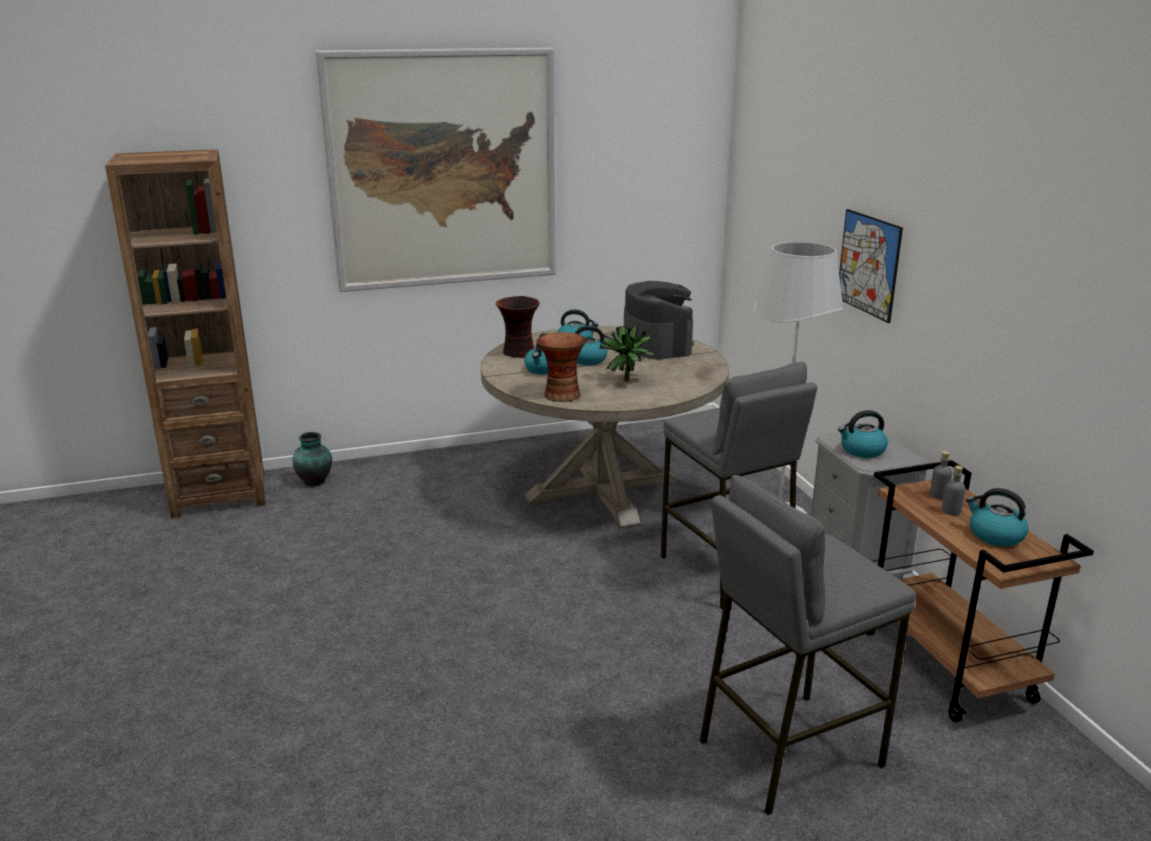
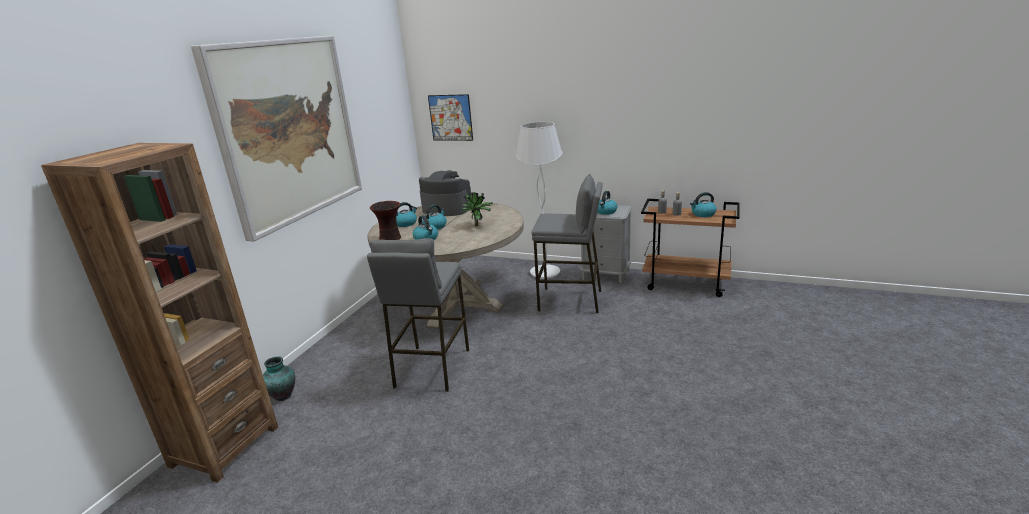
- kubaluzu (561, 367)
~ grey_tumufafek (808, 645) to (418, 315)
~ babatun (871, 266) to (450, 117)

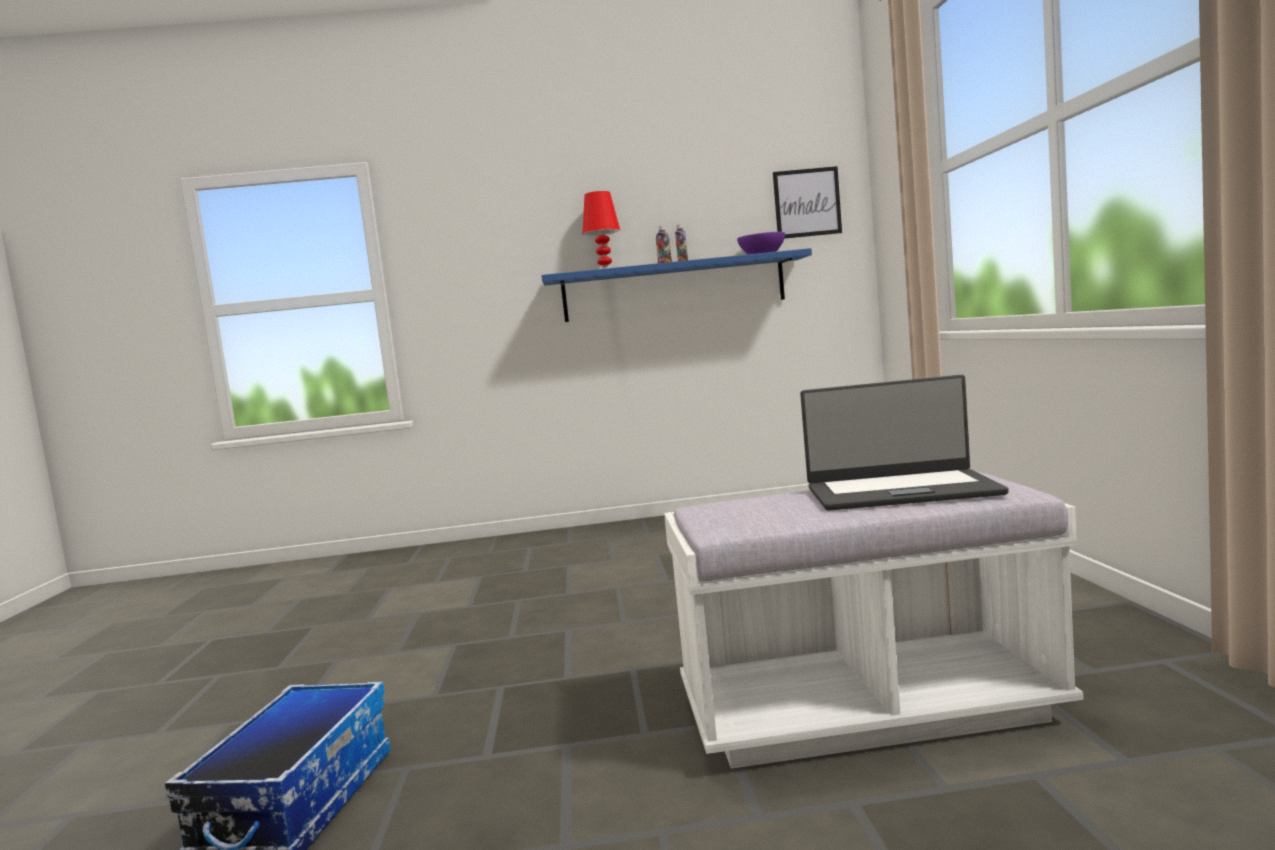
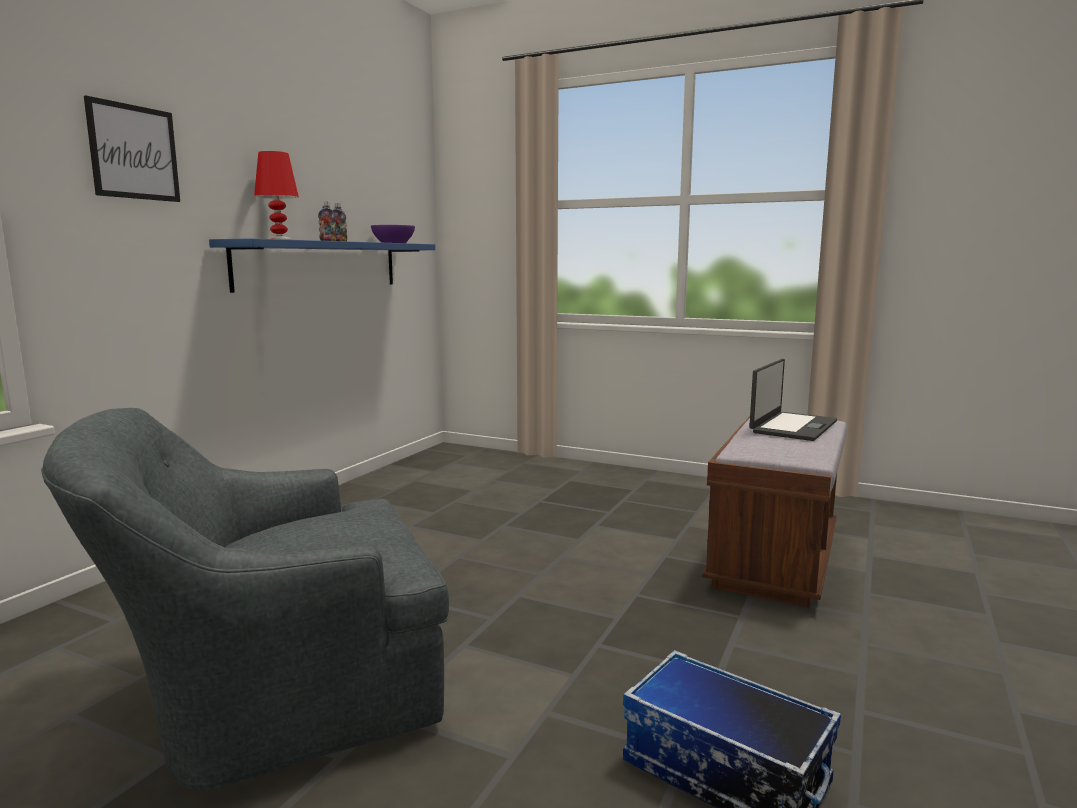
~ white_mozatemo (874, 620) to brown_mozatemo (774, 512)
~ babatun (807, 202) to (132, 148)
+ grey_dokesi (245, 599)

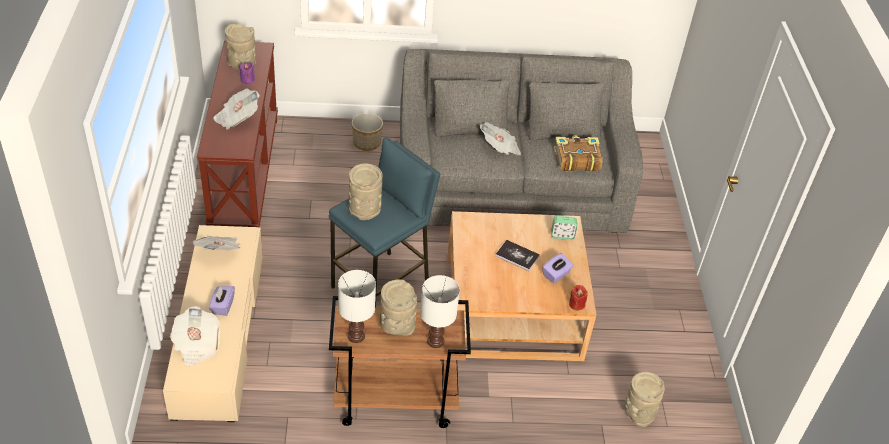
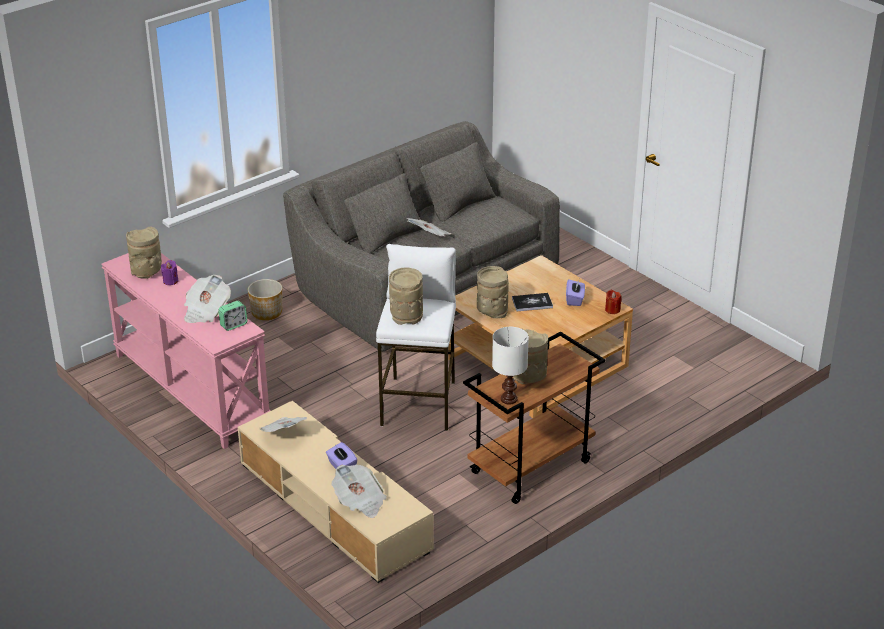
~ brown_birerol (237, 134) to pink_birerol (186, 351)
~ blue_tumufafek (384, 222) to white_tumufafek (416, 337)
- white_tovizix (440, 311)
~ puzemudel (564, 228) to (232, 316)
- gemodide (578, 153)
~ beige_kubaluzu (644, 399) to (493, 292)

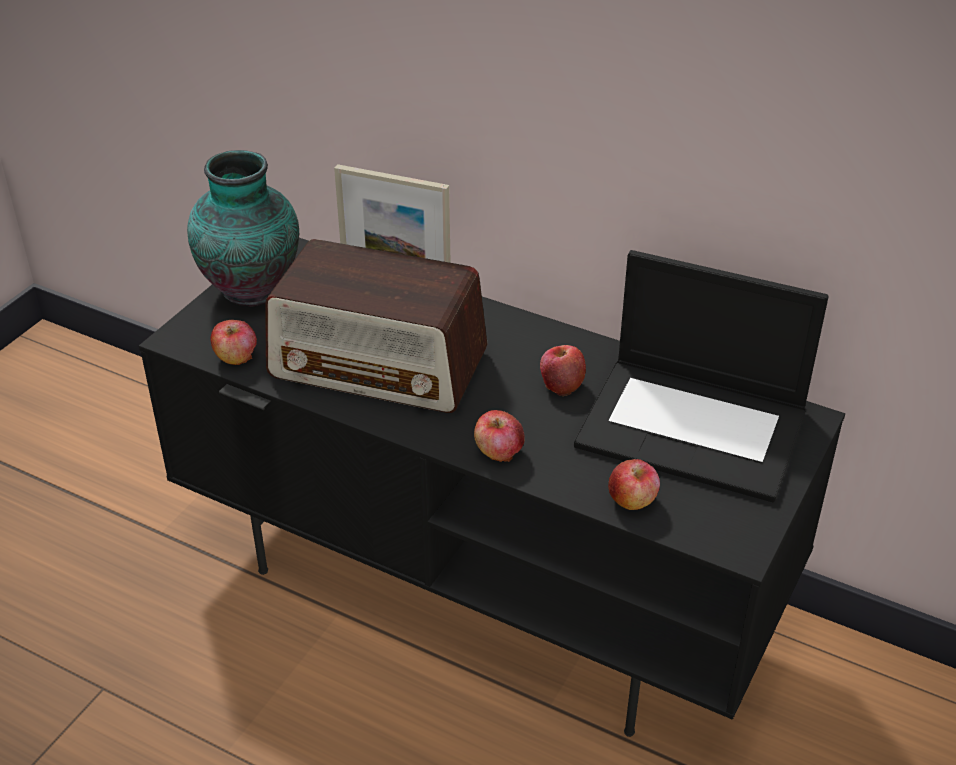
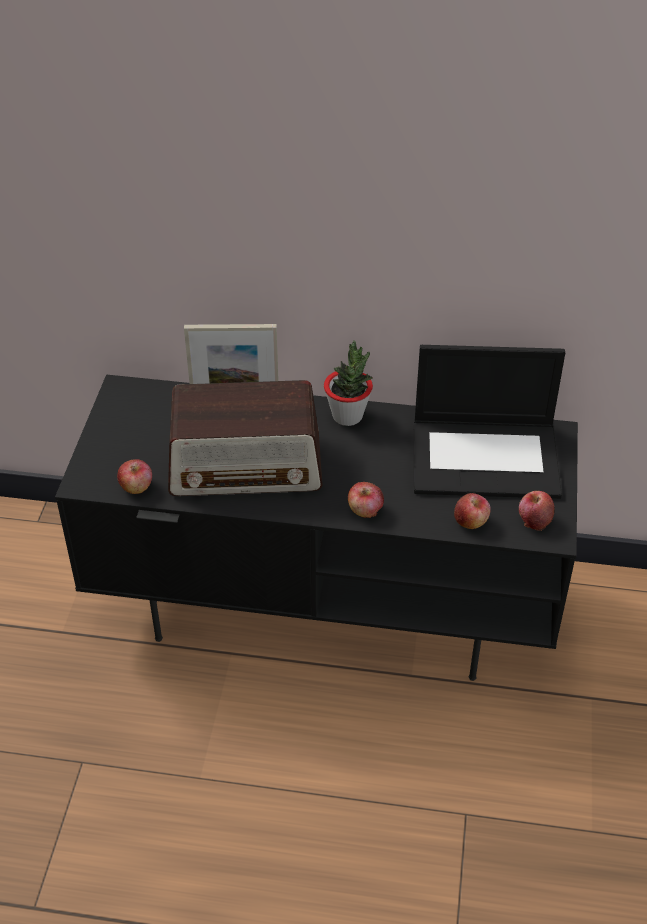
- kubaluzu (243, 228)
~ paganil (563, 370) to (536, 511)
+ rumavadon (348, 383)

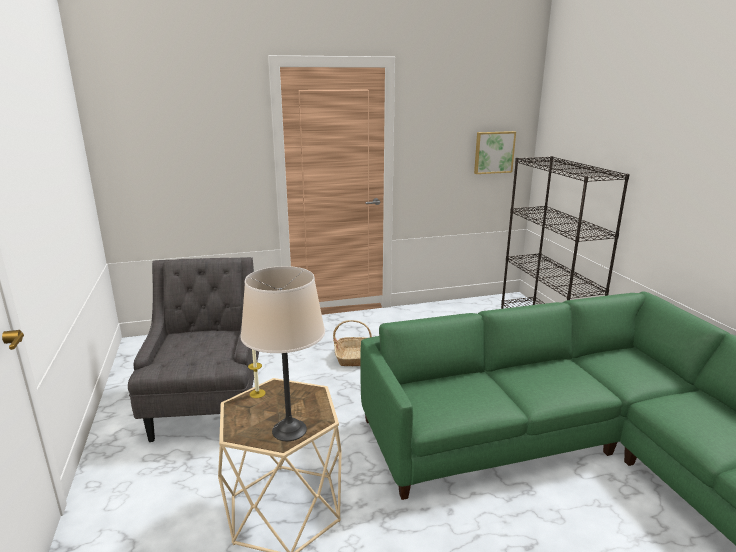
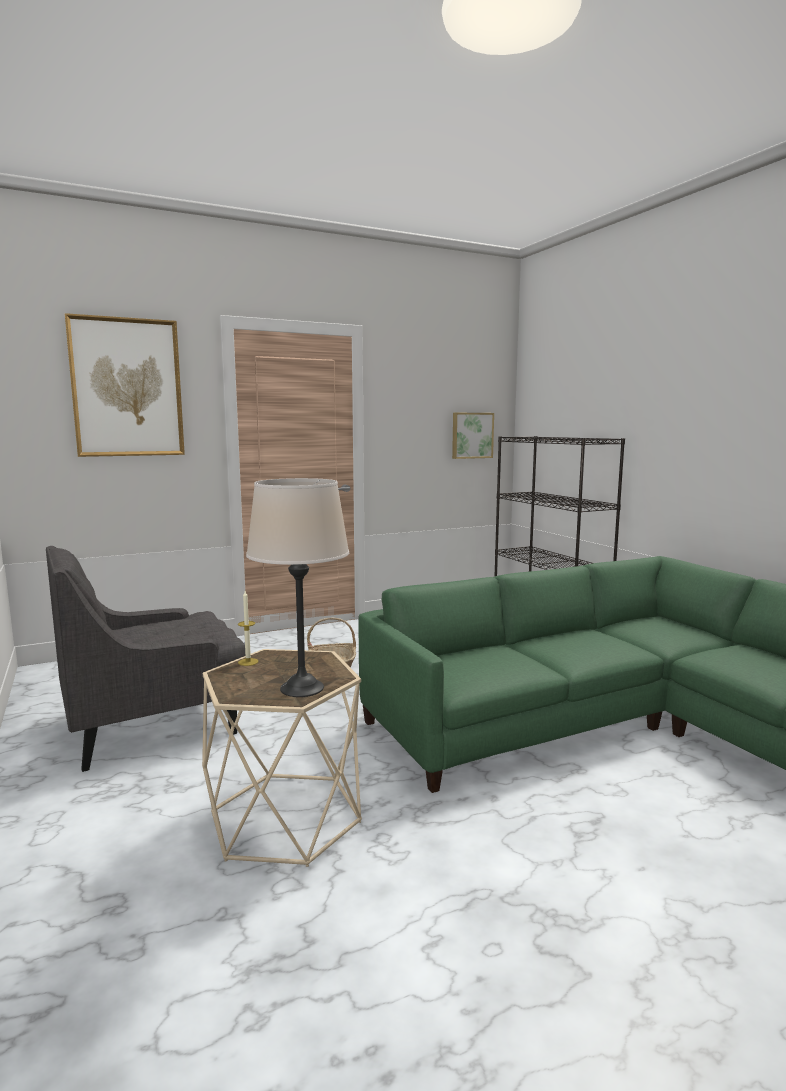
~ grey_dokesi (193, 349) = (145, 659) 105 degrees counterclockwise
+ babatun (125, 385)

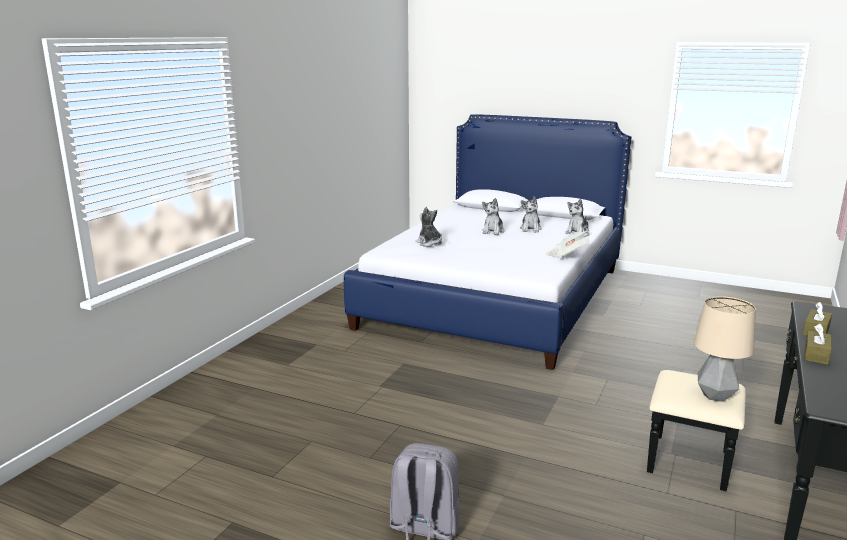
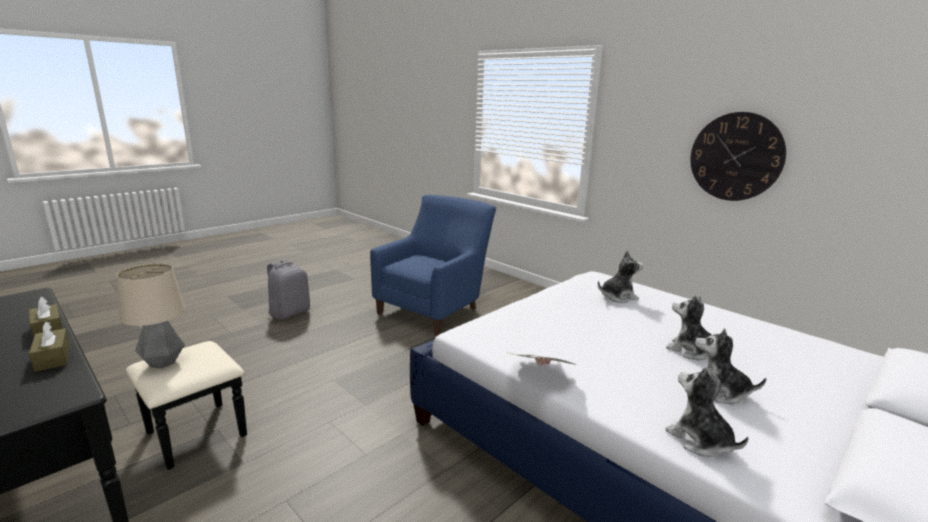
+ blue_dokesi (433, 265)
+ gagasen (738, 156)

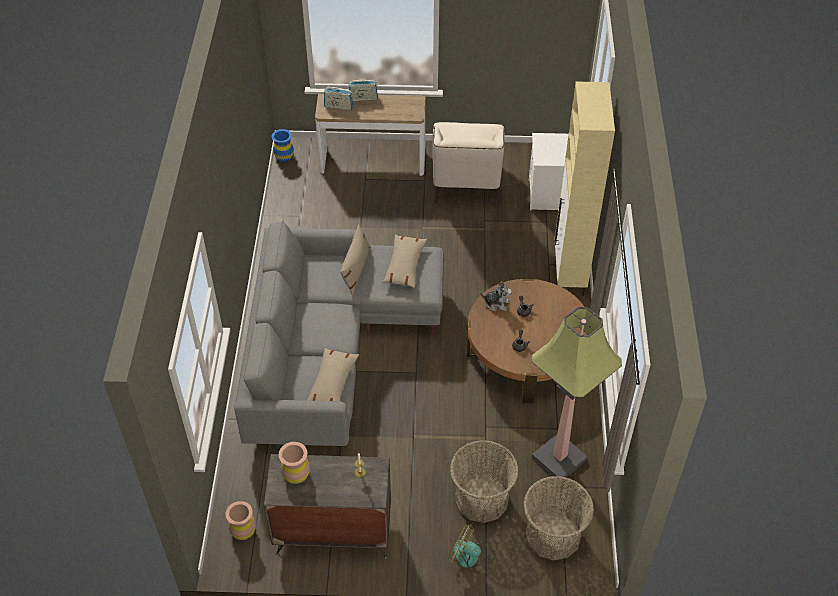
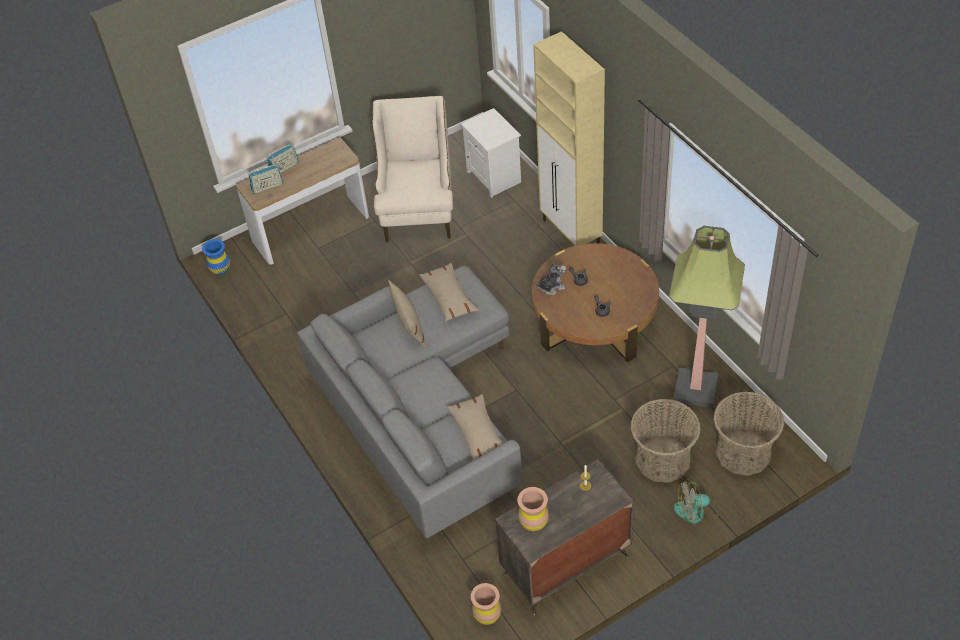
~ beige_dokesi (468, 163) = (412, 169) 150 degrees counterclockwise

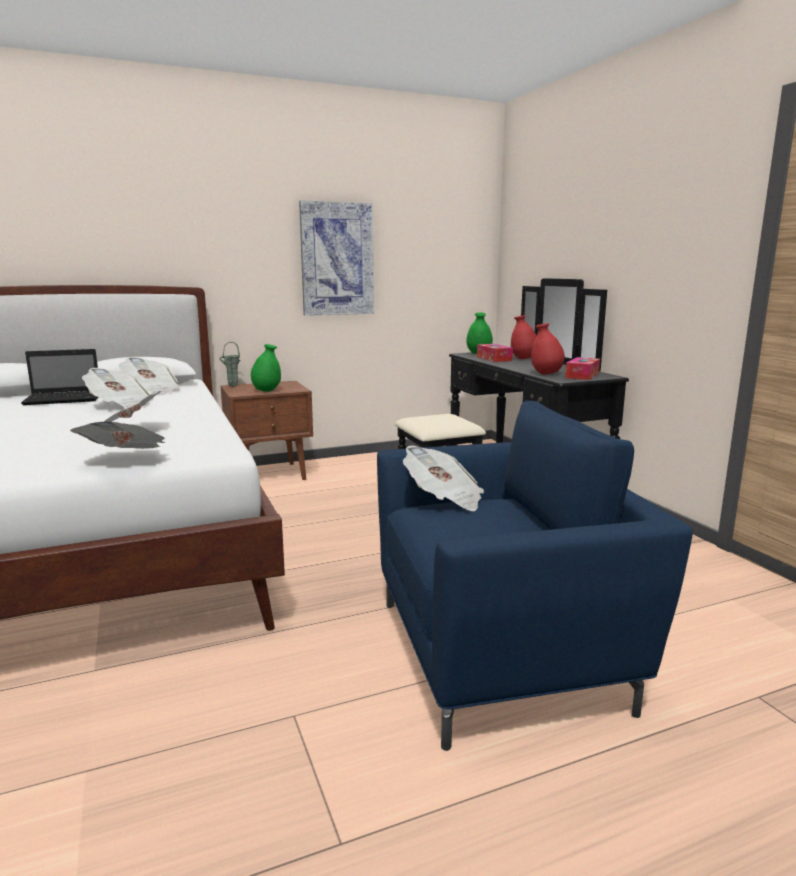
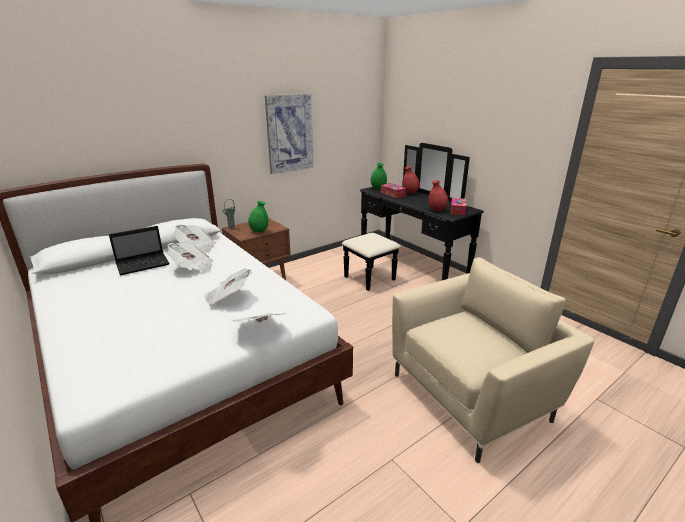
~ blue_dokesi (535, 576) to beige_dokesi (493, 360)
- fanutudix (443, 478)

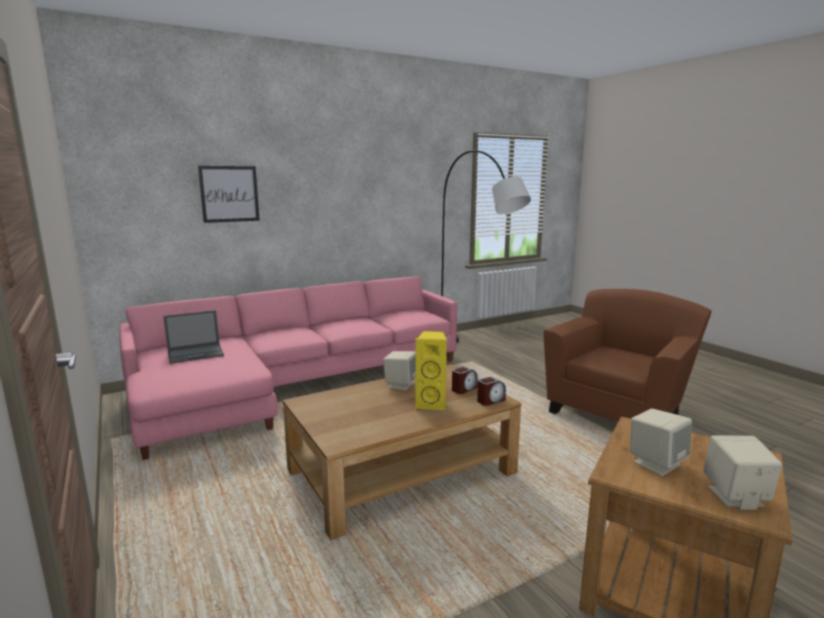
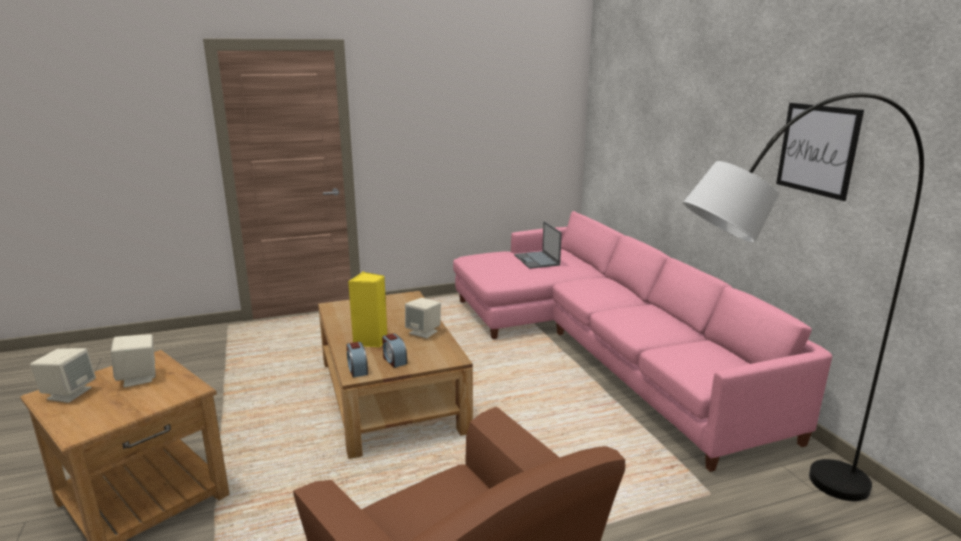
~ babatun (229, 194) to (820, 152)

